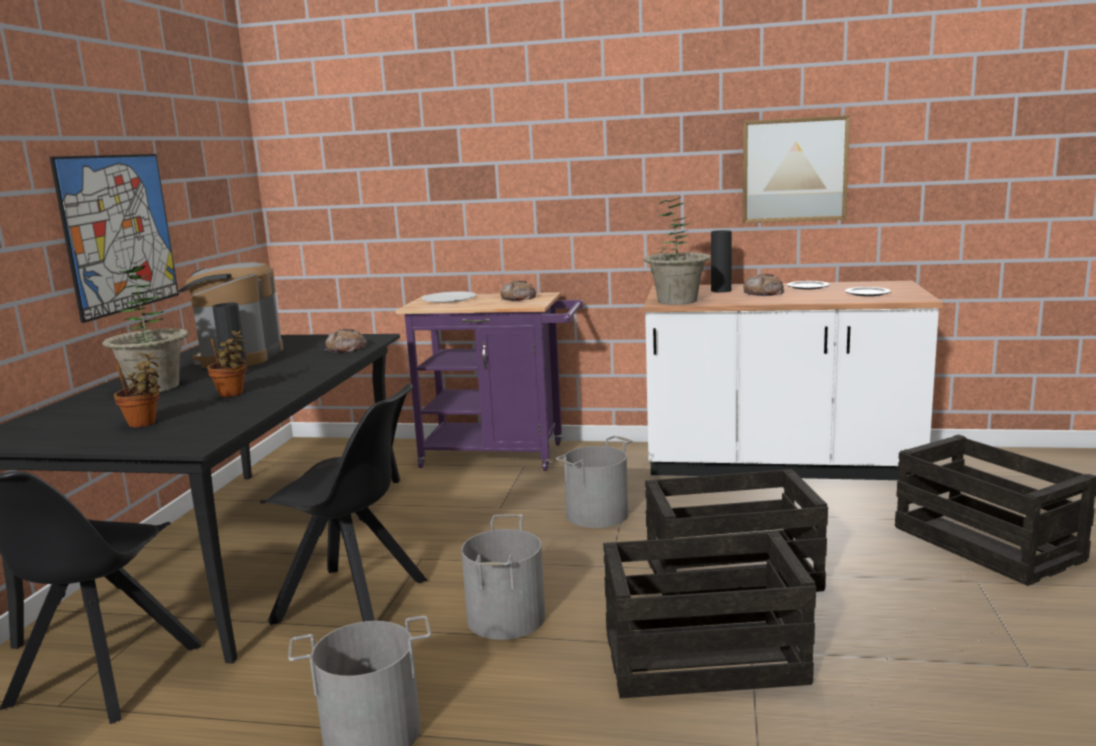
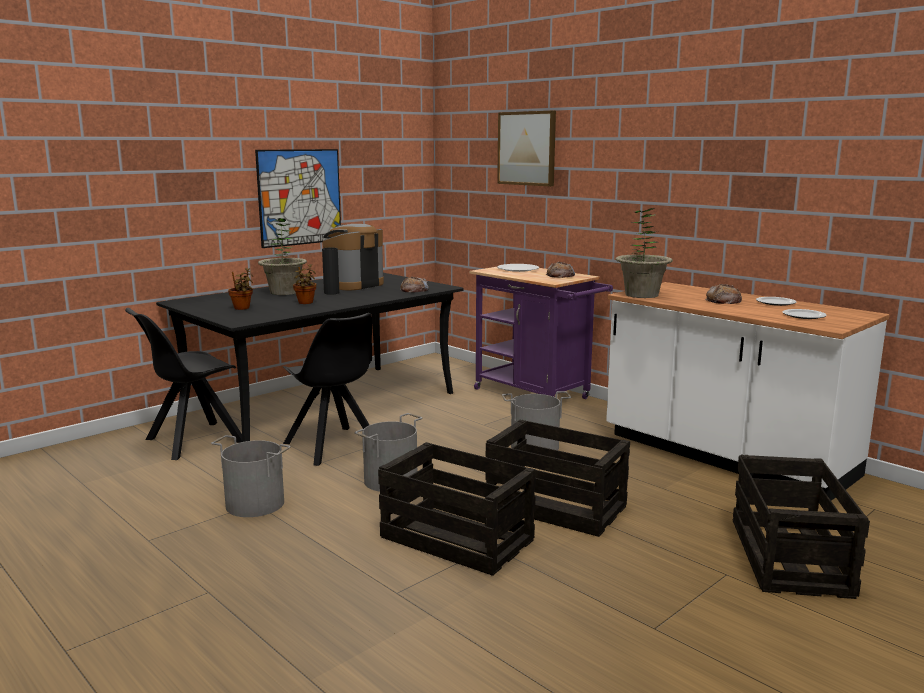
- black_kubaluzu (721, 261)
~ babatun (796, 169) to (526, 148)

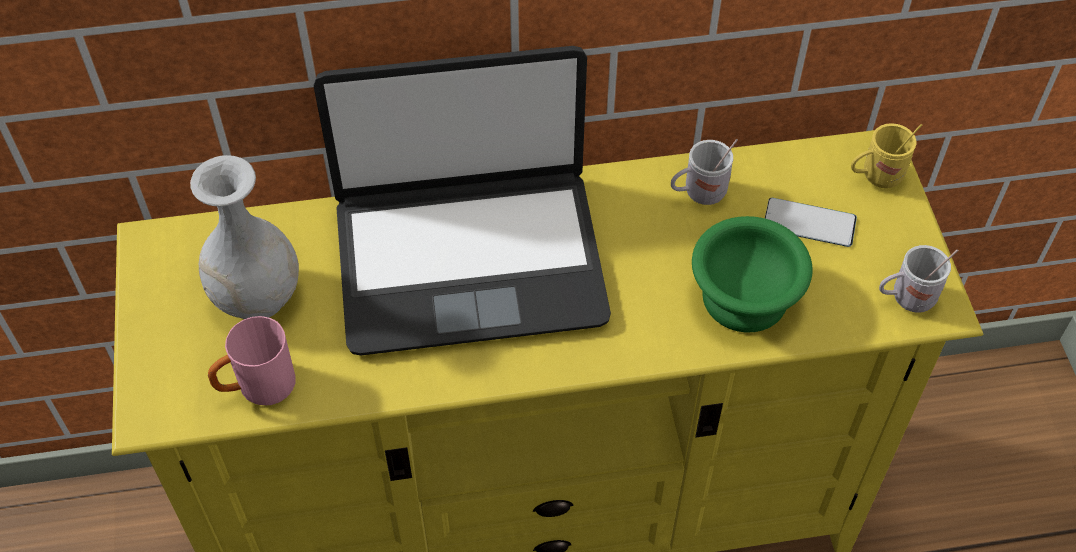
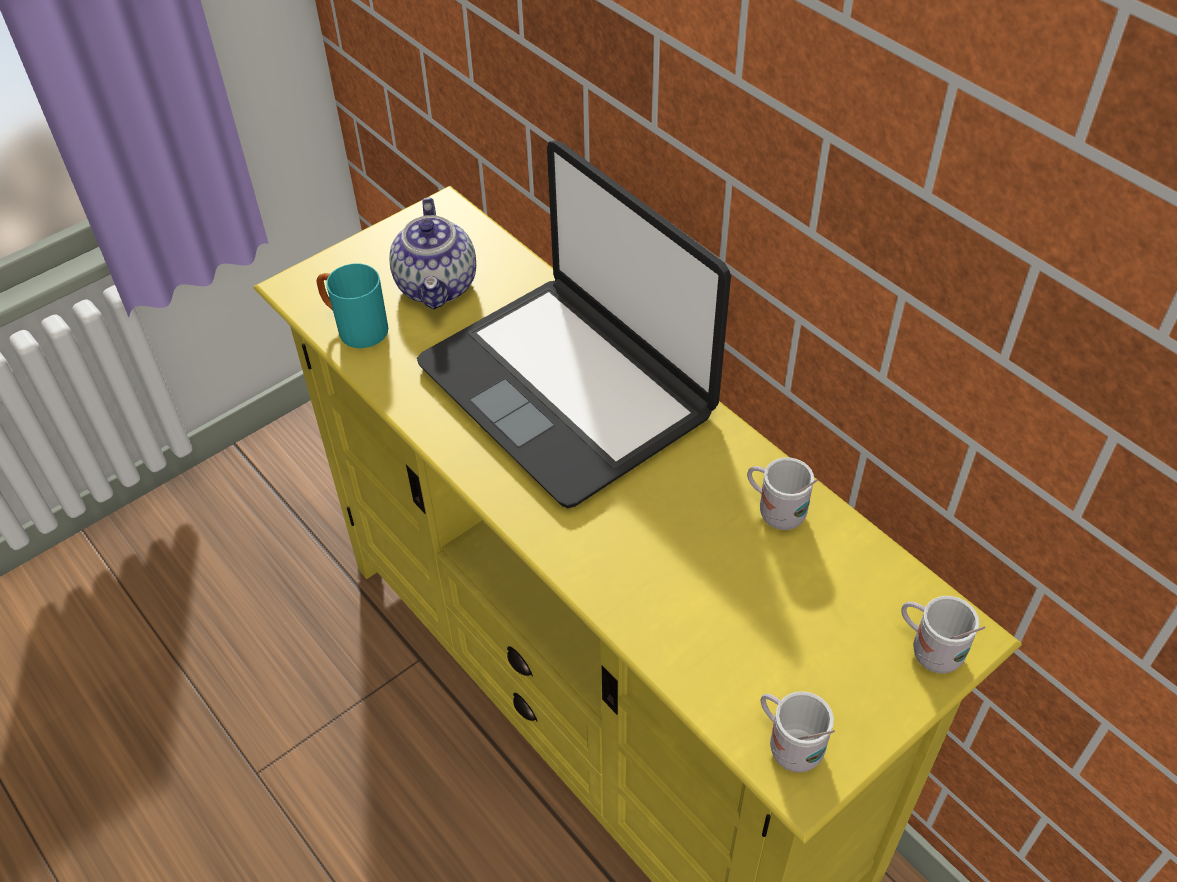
~ white_kubaluzu (244, 237) to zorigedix (432, 253)
~ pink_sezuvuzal (252, 360) to turquoise_sezuvuzal (352, 305)
- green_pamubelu (752, 274)
- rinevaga (811, 222)
~ yellow_sezuvuzal (886, 155) to white_sezuvuzal (943, 635)

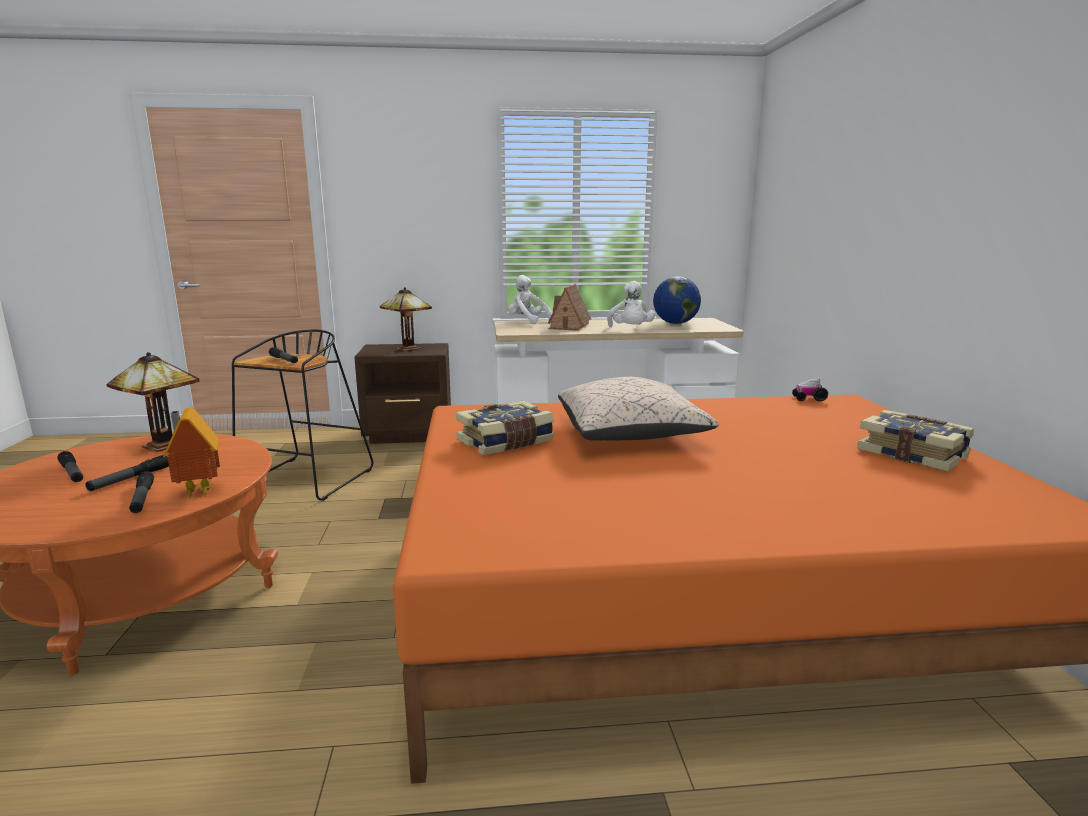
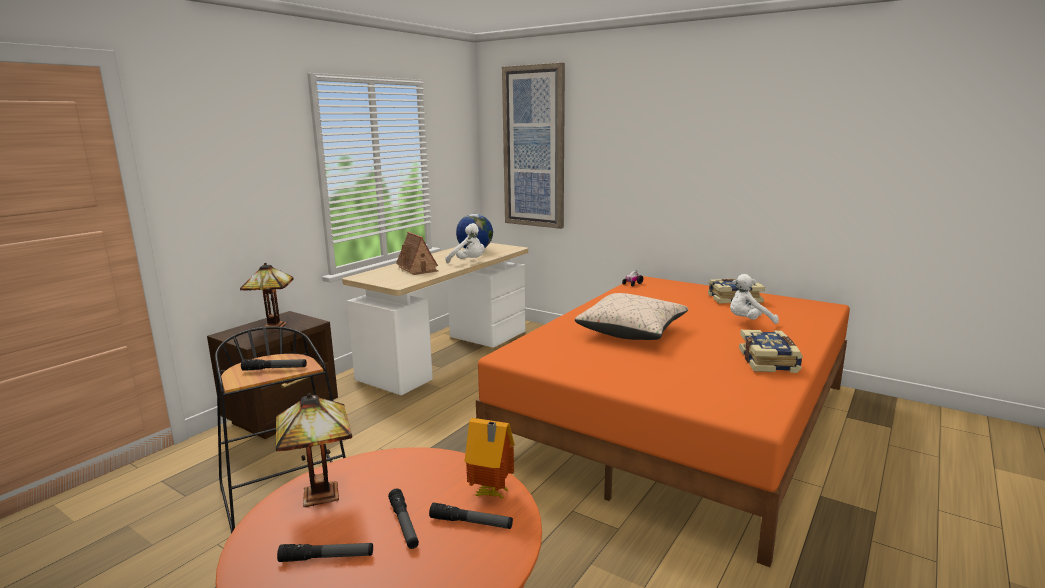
~ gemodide (505, 427) to (771, 351)
~ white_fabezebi (530, 299) to (754, 299)
+ babatun (533, 146)

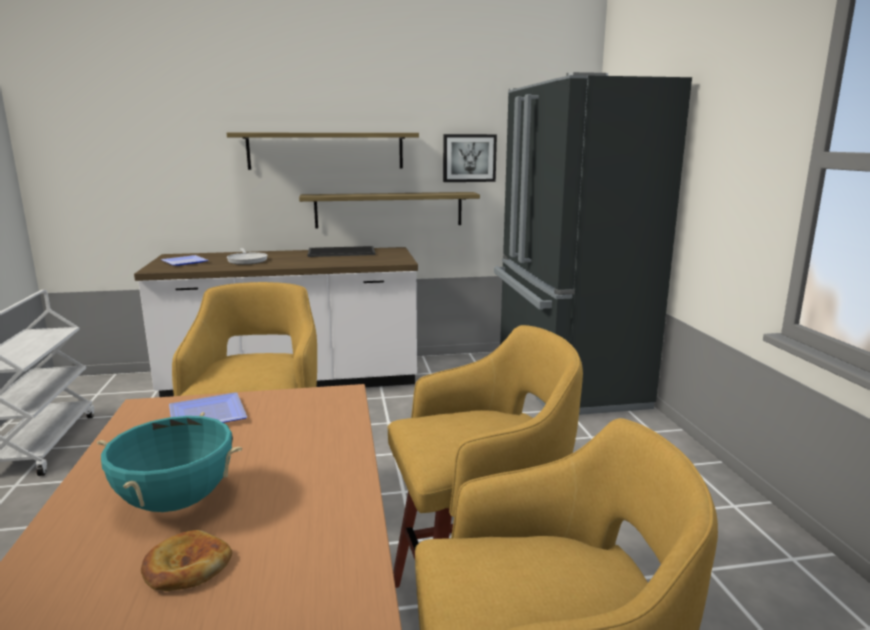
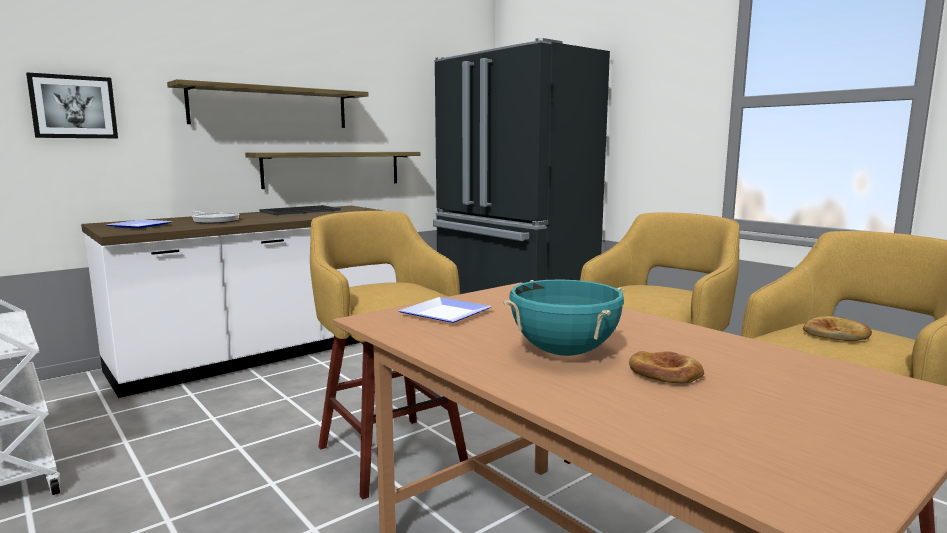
~ babatun (470, 158) to (72, 105)
+ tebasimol (837, 328)

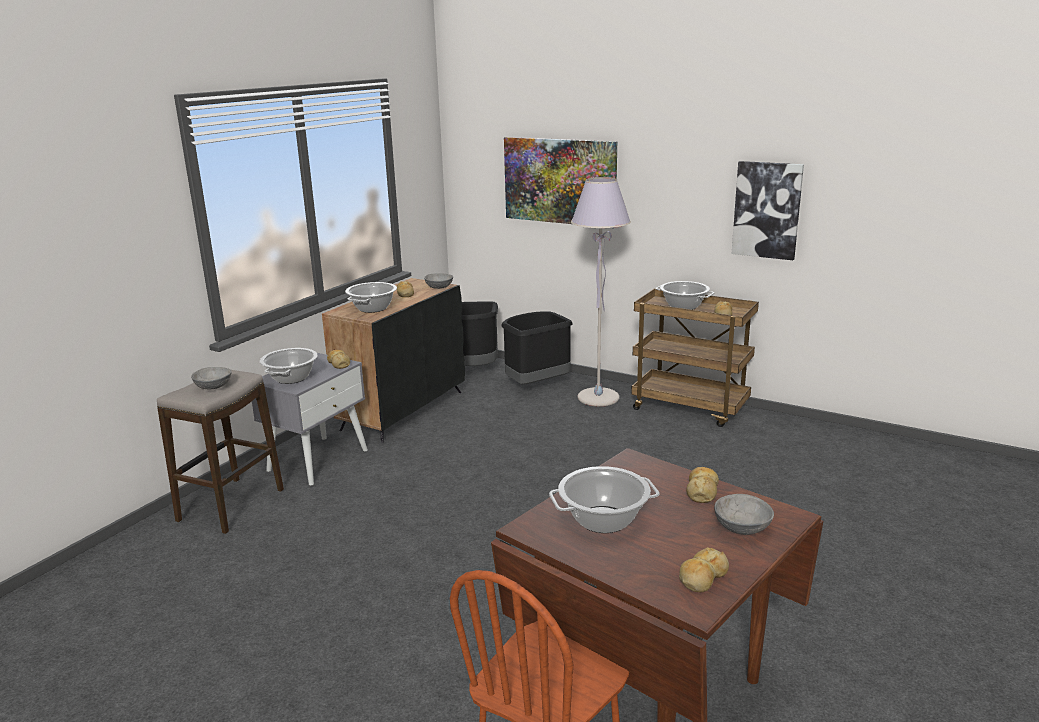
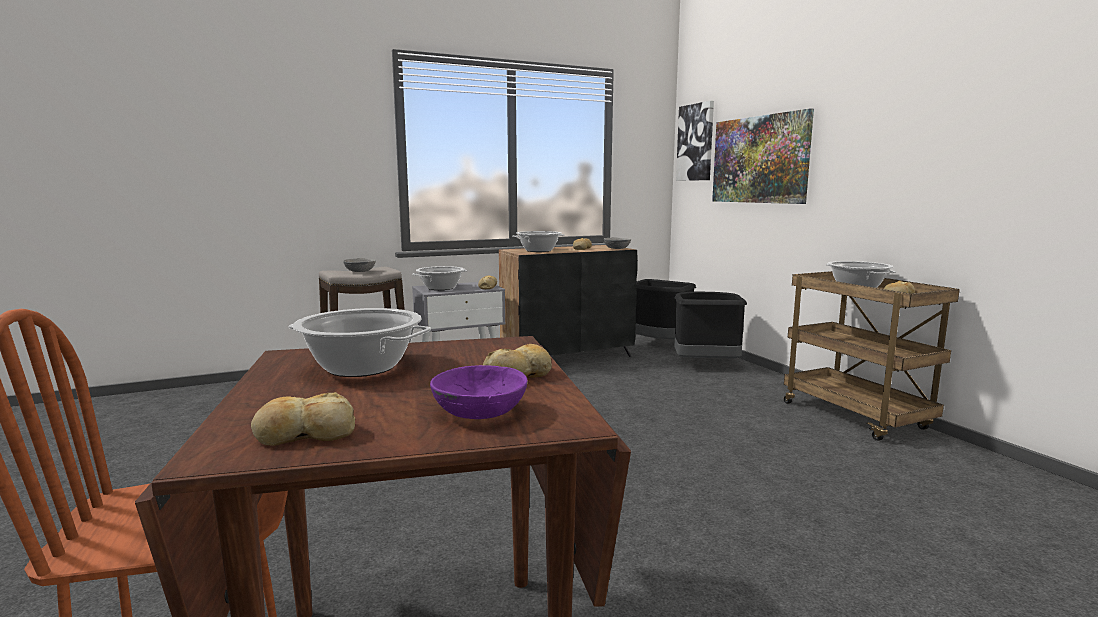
- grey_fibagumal (601, 292)
~ grey_pamubelu (744, 514) to purple_pamubelu (479, 392)
~ babatun (768, 210) to (695, 141)

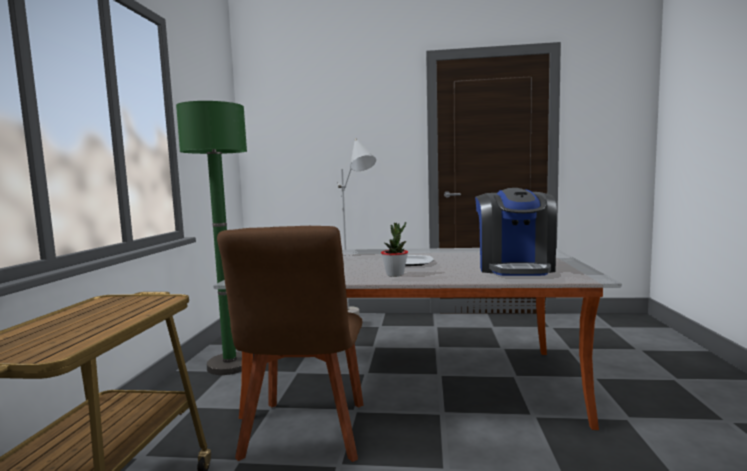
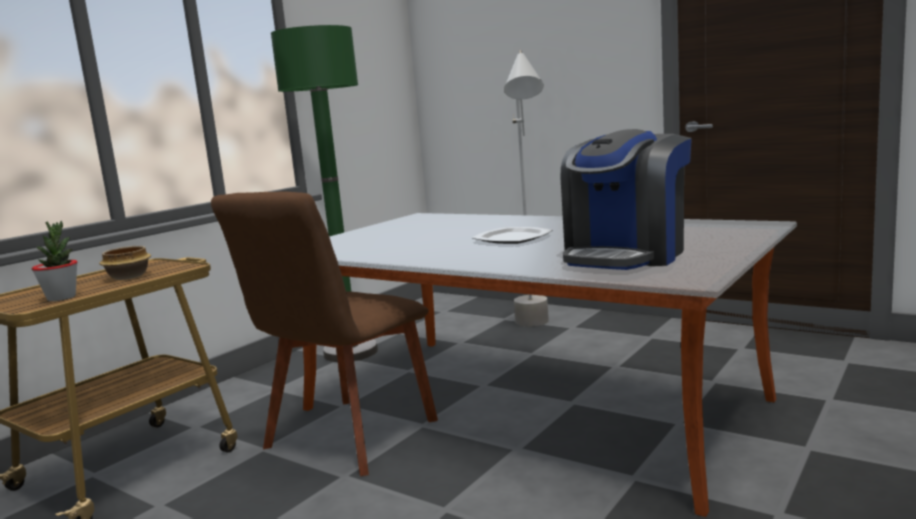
~ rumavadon (394, 249) to (54, 261)
+ pamubelu (125, 263)

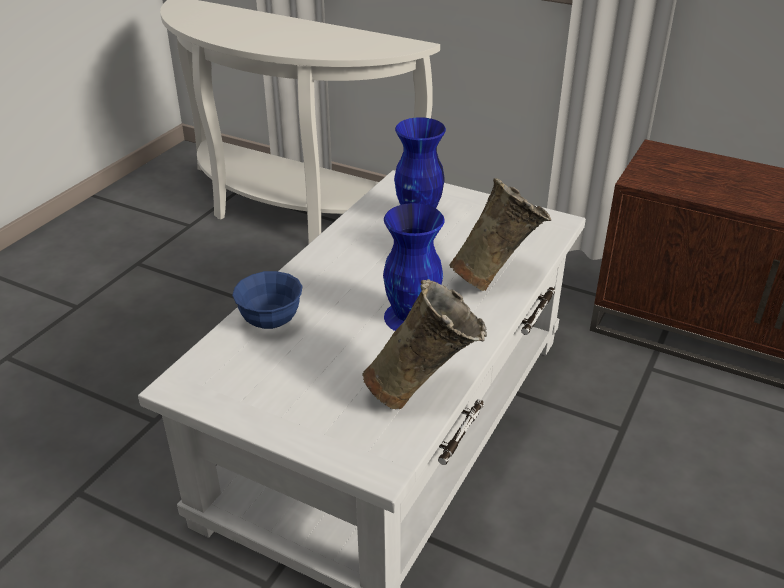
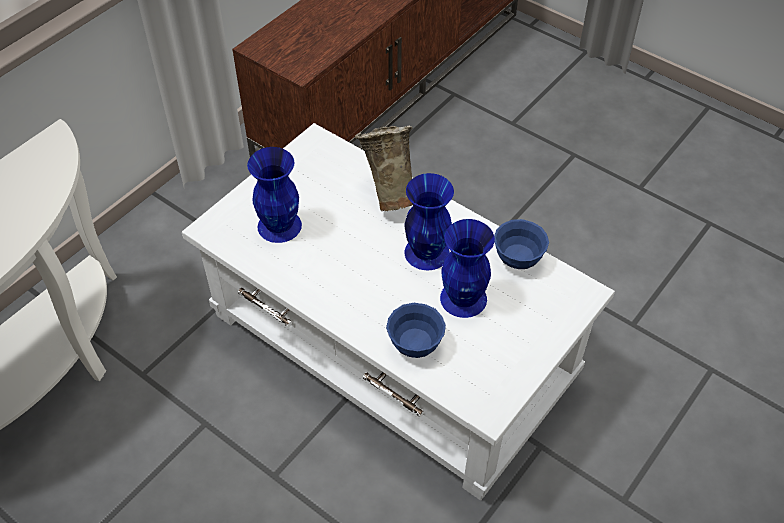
~ beige_kubaluzu (424, 344) to blue_pamubelu (521, 244)
+ blue_kubaluzu (467, 268)

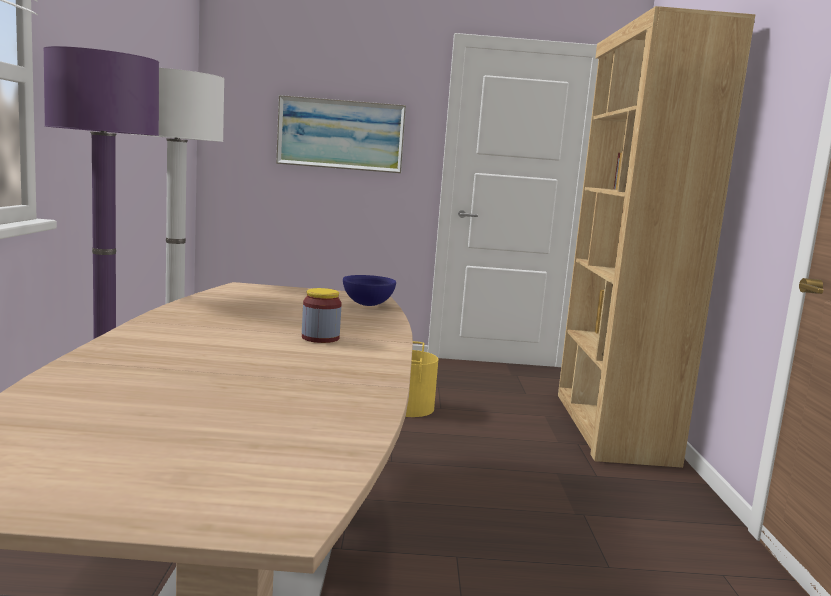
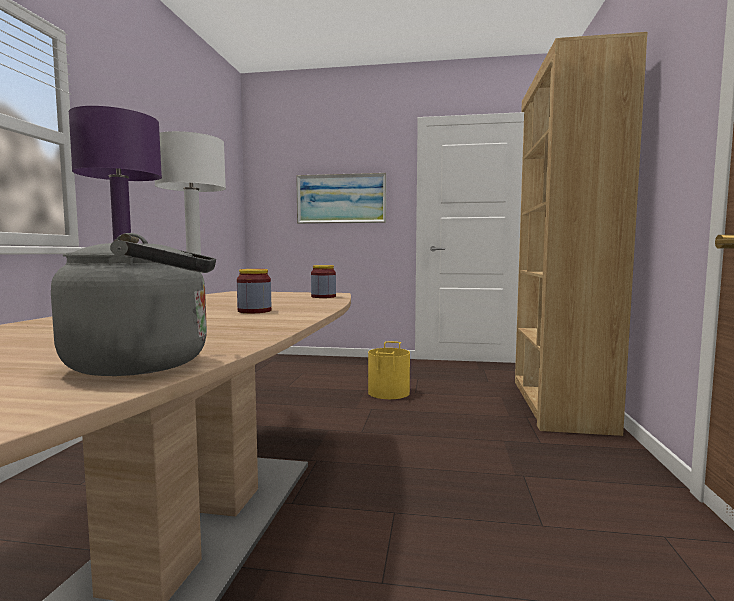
~ blue_pamubelu (369, 290) to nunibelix (323, 281)
+ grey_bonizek (133, 304)

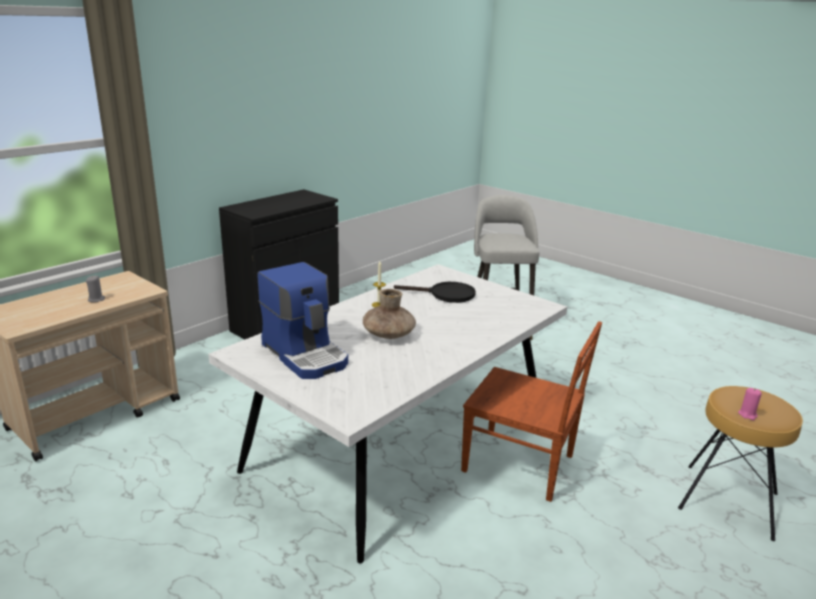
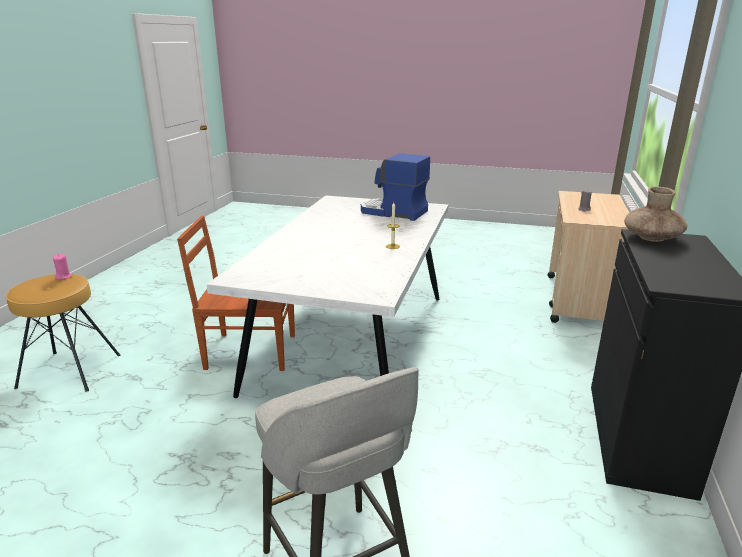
~ brown_kubaluzu (389, 314) to (655, 214)
- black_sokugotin (435, 292)

